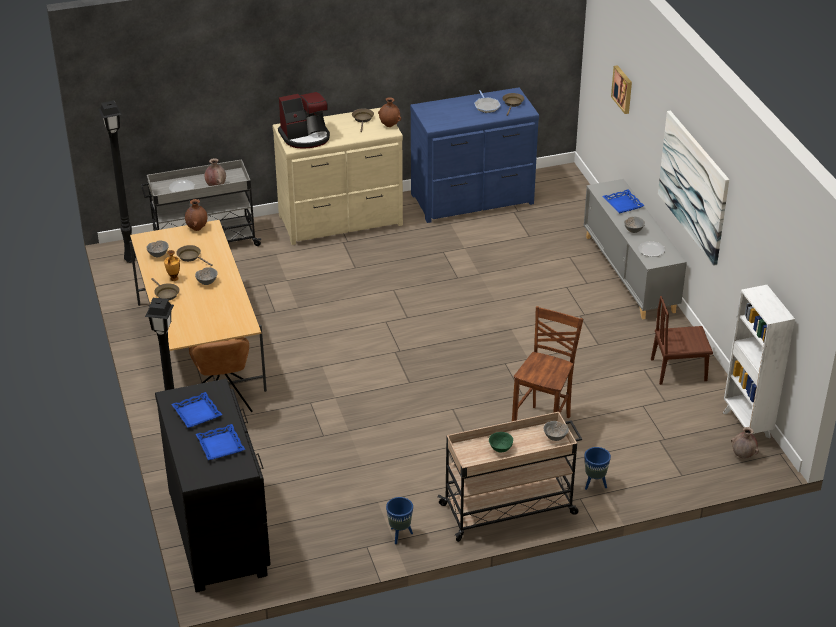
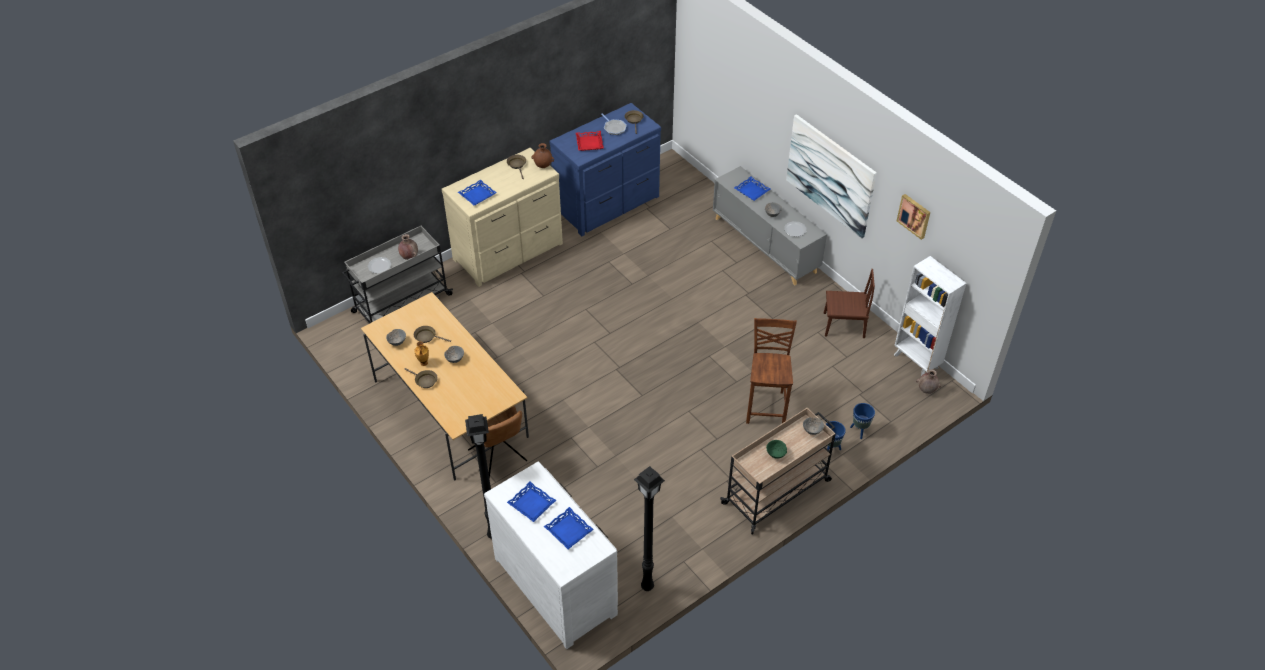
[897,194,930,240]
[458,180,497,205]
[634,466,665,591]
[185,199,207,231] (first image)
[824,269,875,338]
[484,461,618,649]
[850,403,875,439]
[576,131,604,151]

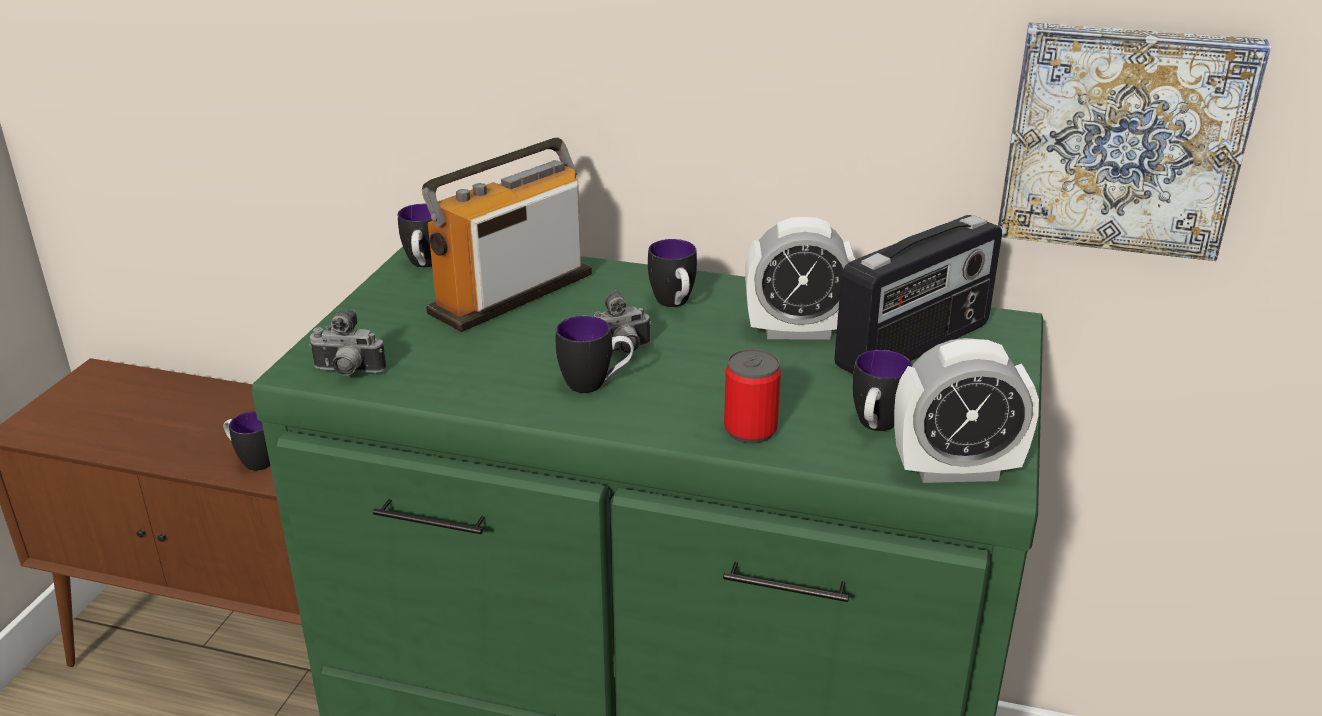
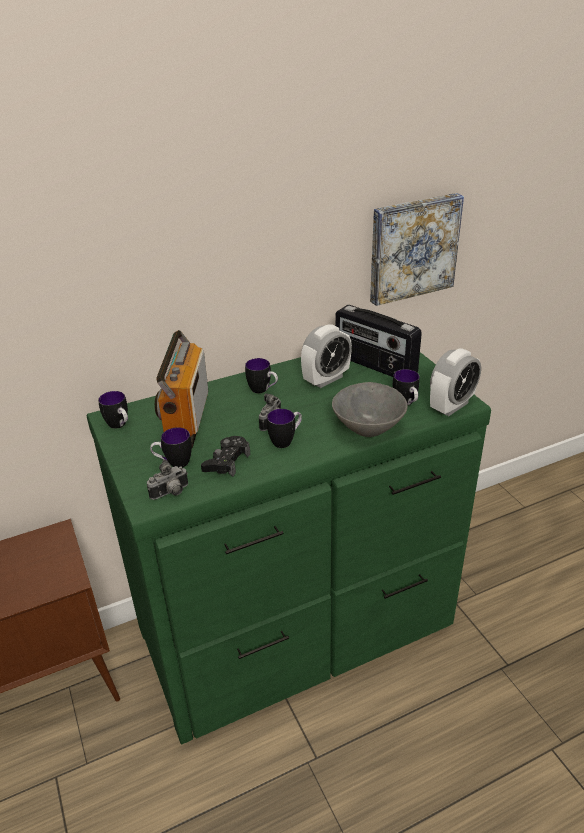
[335,305,422,377]
[332,382,408,437]
[150,427,192,468]
[201,436,250,477]

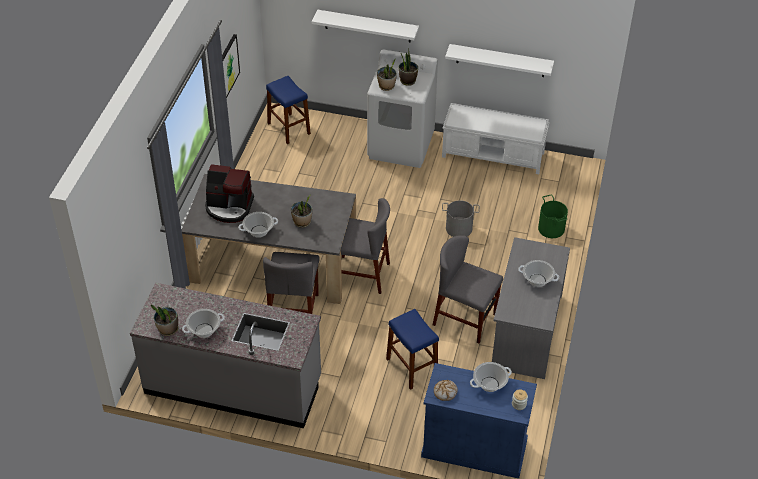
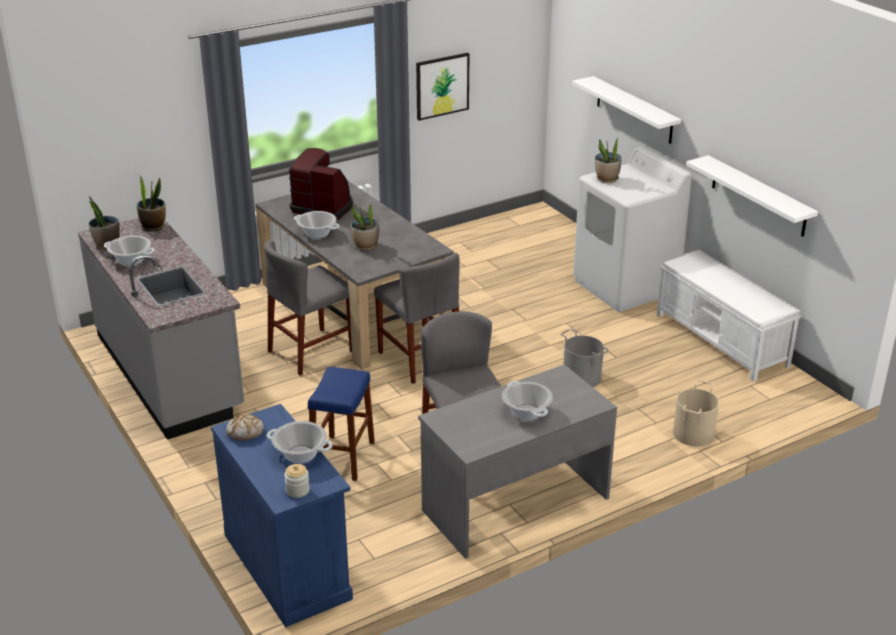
[137,174,166,231]
[266,76,311,144] (first image)
[289,148,353,221]
[673,380,719,446]

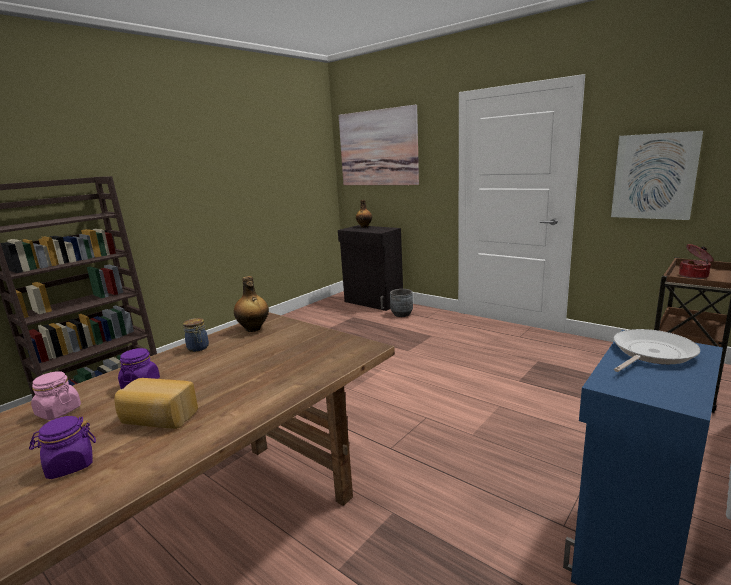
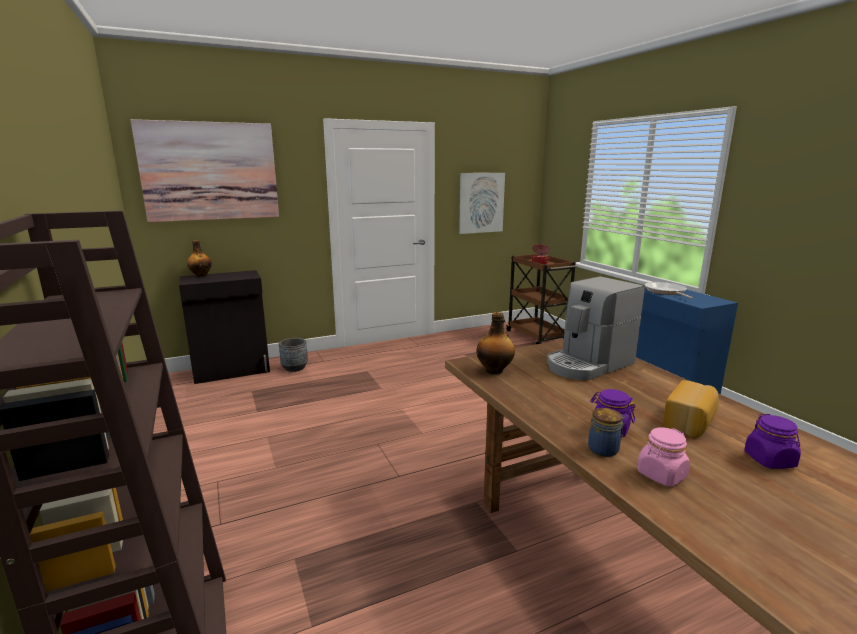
[588,408,625,457]
[547,276,645,380]

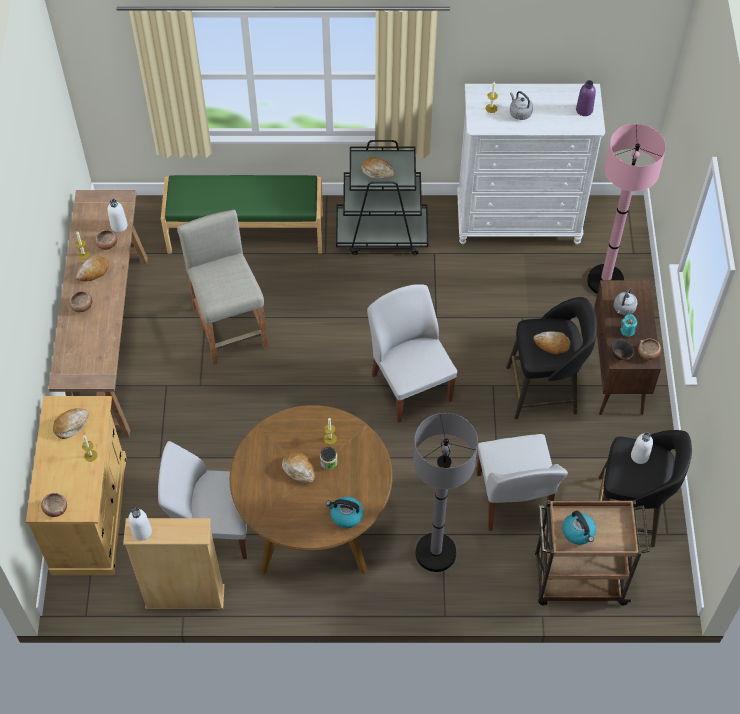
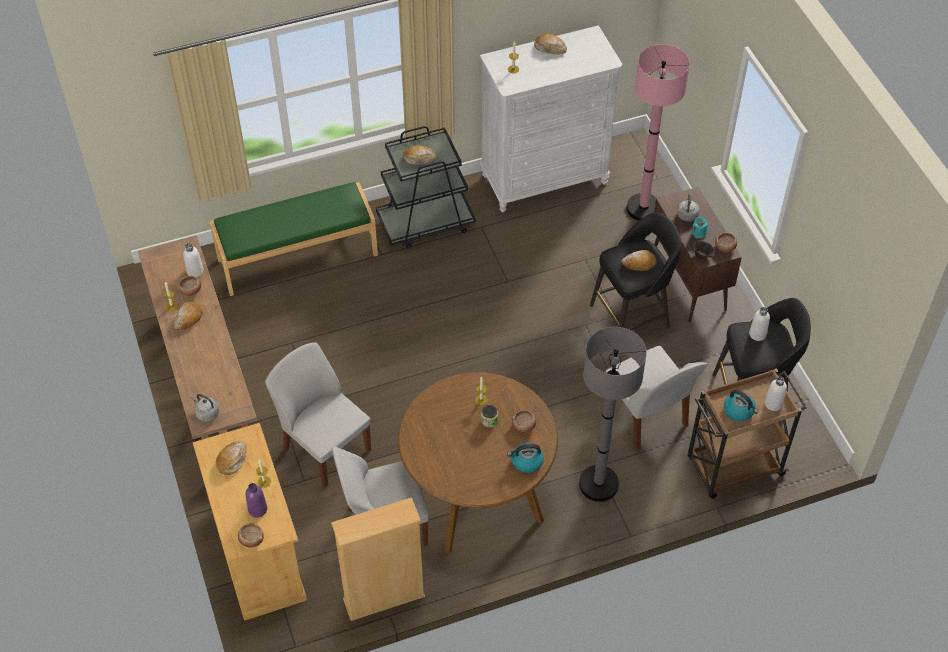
[245,483,267,518]
[190,394,219,422]
[177,210,268,364] (first image)
[265,343,371,488]
[512,410,536,433]
[534,34,567,54]
[765,377,787,411]

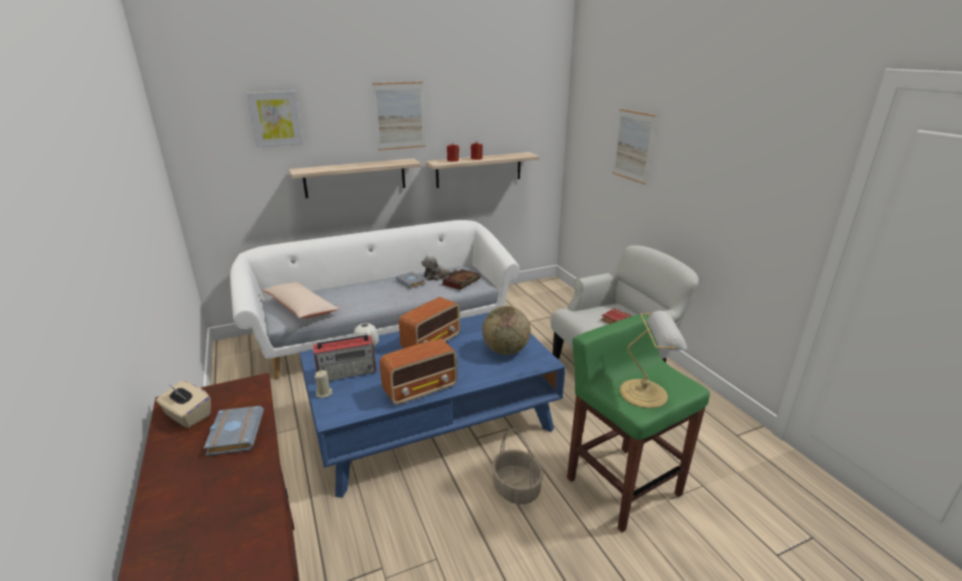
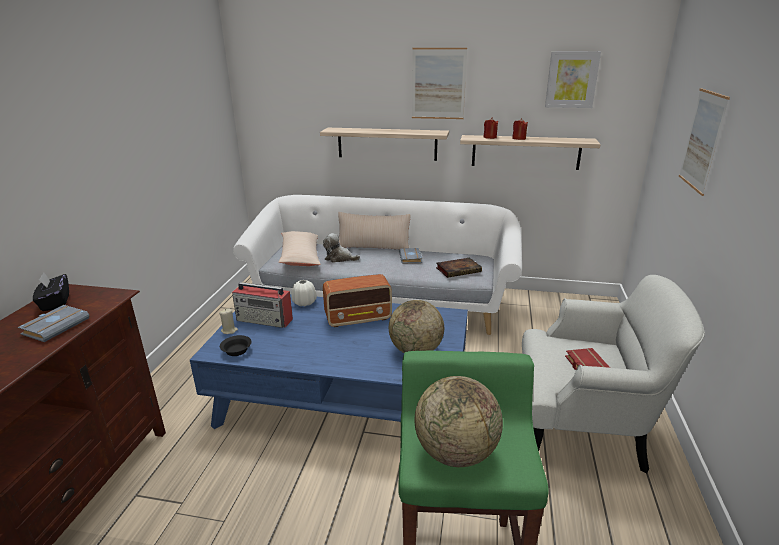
[545,51,601,108]
[323,233,360,262]
[415,376,503,467]
[380,338,457,405] (first image)
[33,272,69,311]
[492,428,544,504] (first image)
[338,212,411,250]
[220,335,252,356]

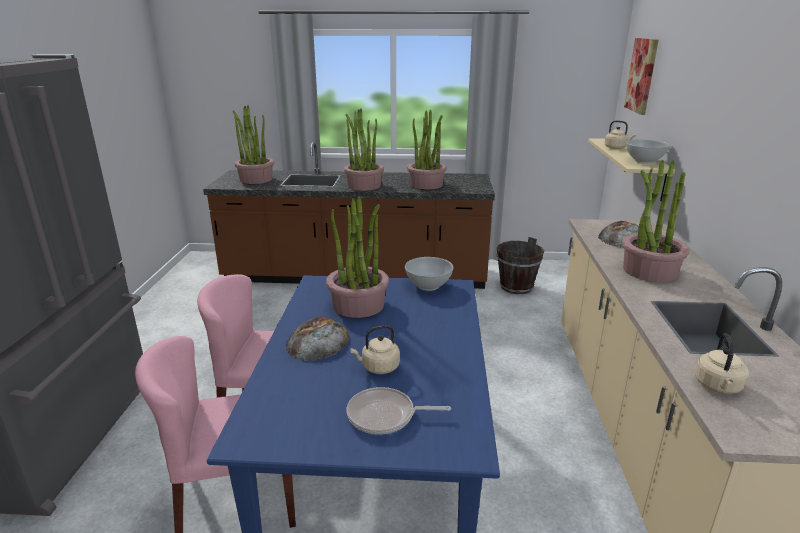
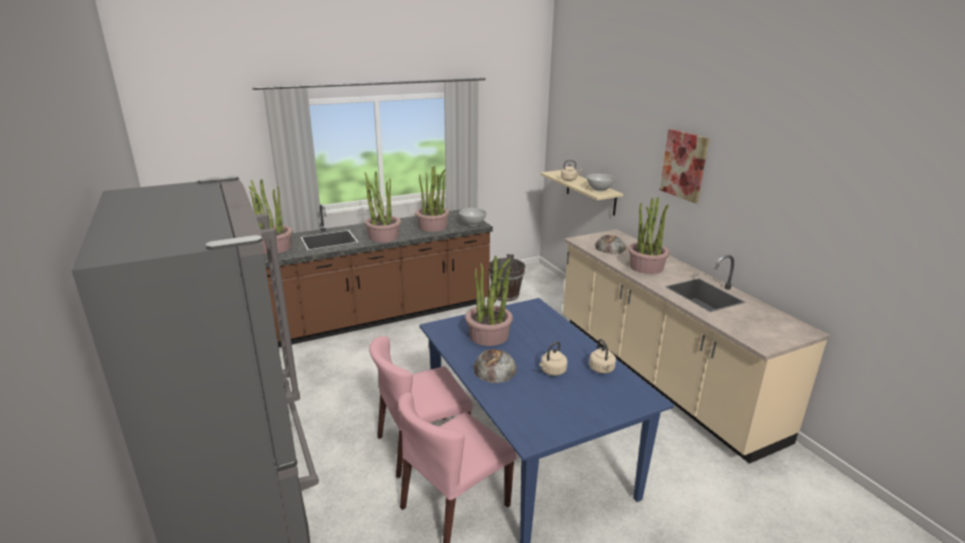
[660,129,709,203]
[459,208,487,226]
[589,339,616,374]
[346,387,451,435] (first image)

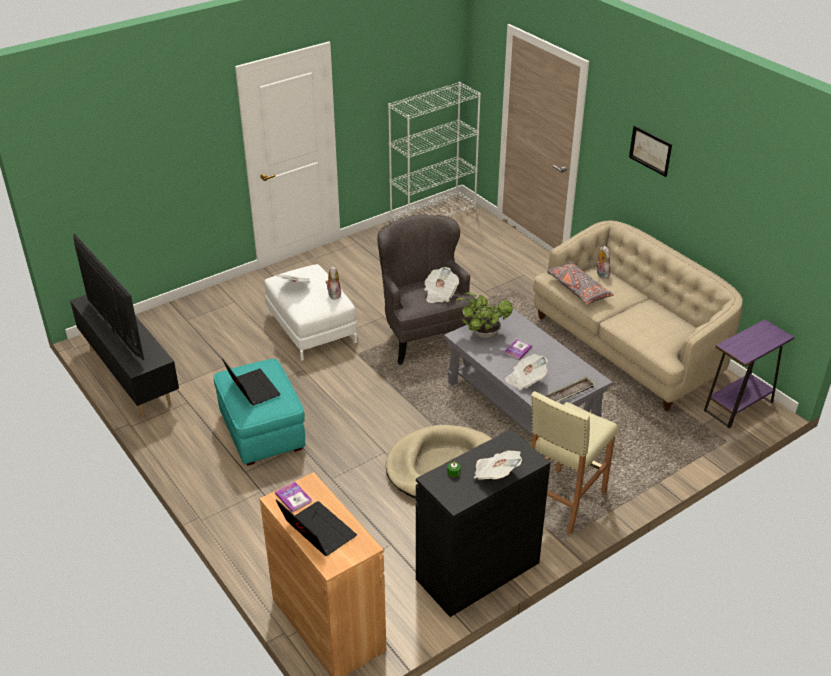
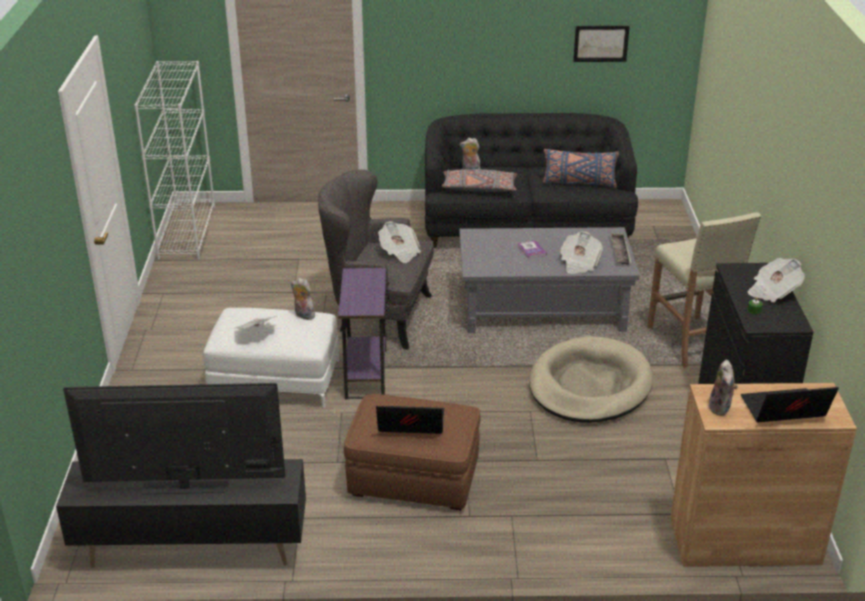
[573,26,630,62]
[425,113,638,248]
[455,292,513,339] (first image)
[338,268,386,399]
[344,394,481,510]
[708,360,738,416]
[543,149,619,188]

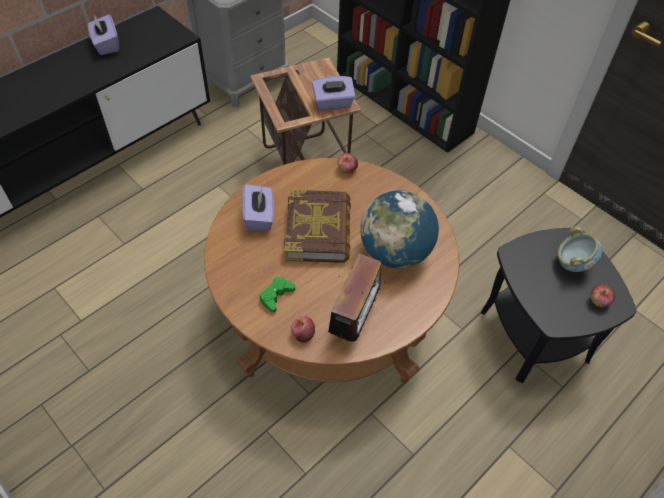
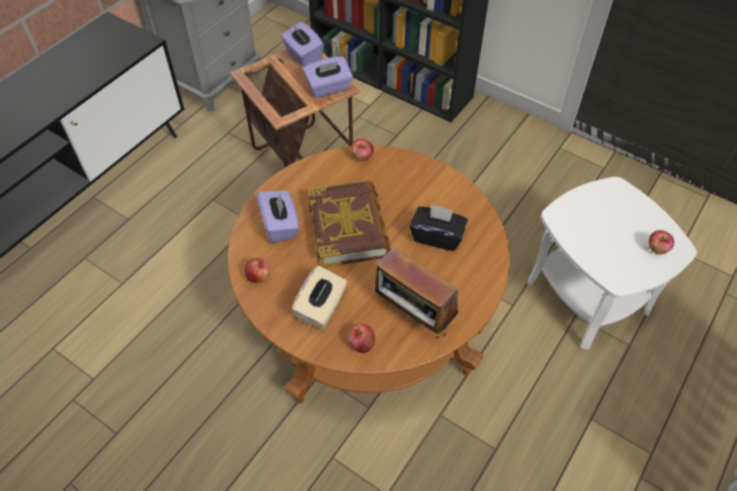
[281,22,324,67]
[410,204,468,251]
[558,227,603,272] (first image)
[527,177,697,350]
[375,247,459,338]
[292,265,347,329]
[245,258,270,283]

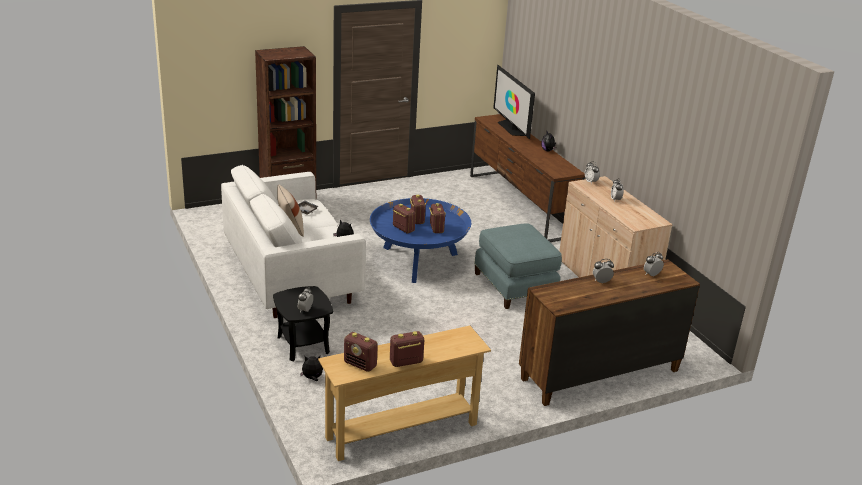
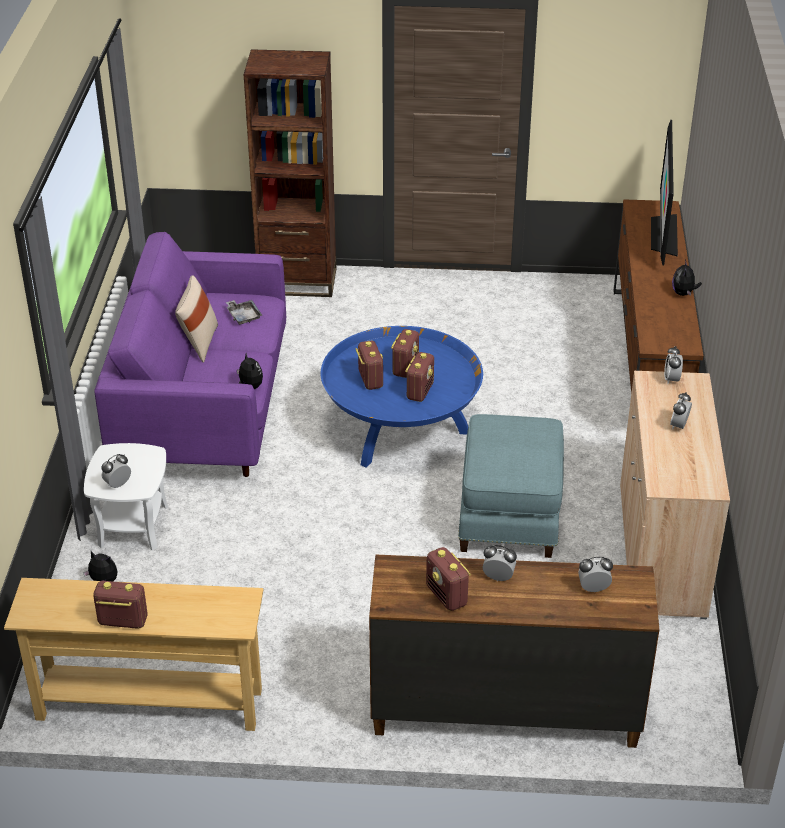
[94,232,286,477]
[84,443,168,551]
[426,547,471,611]

